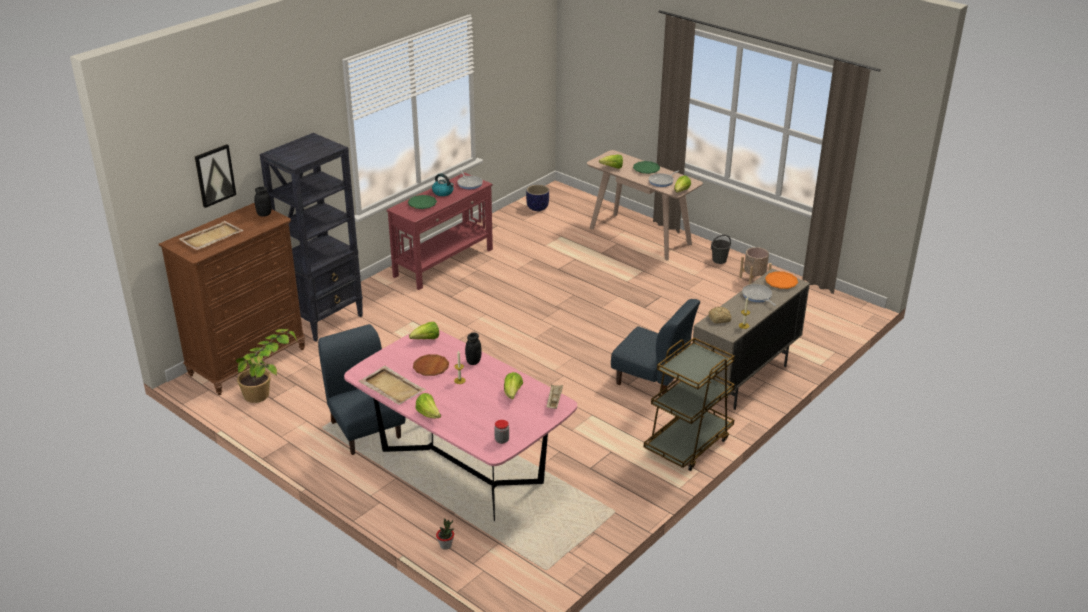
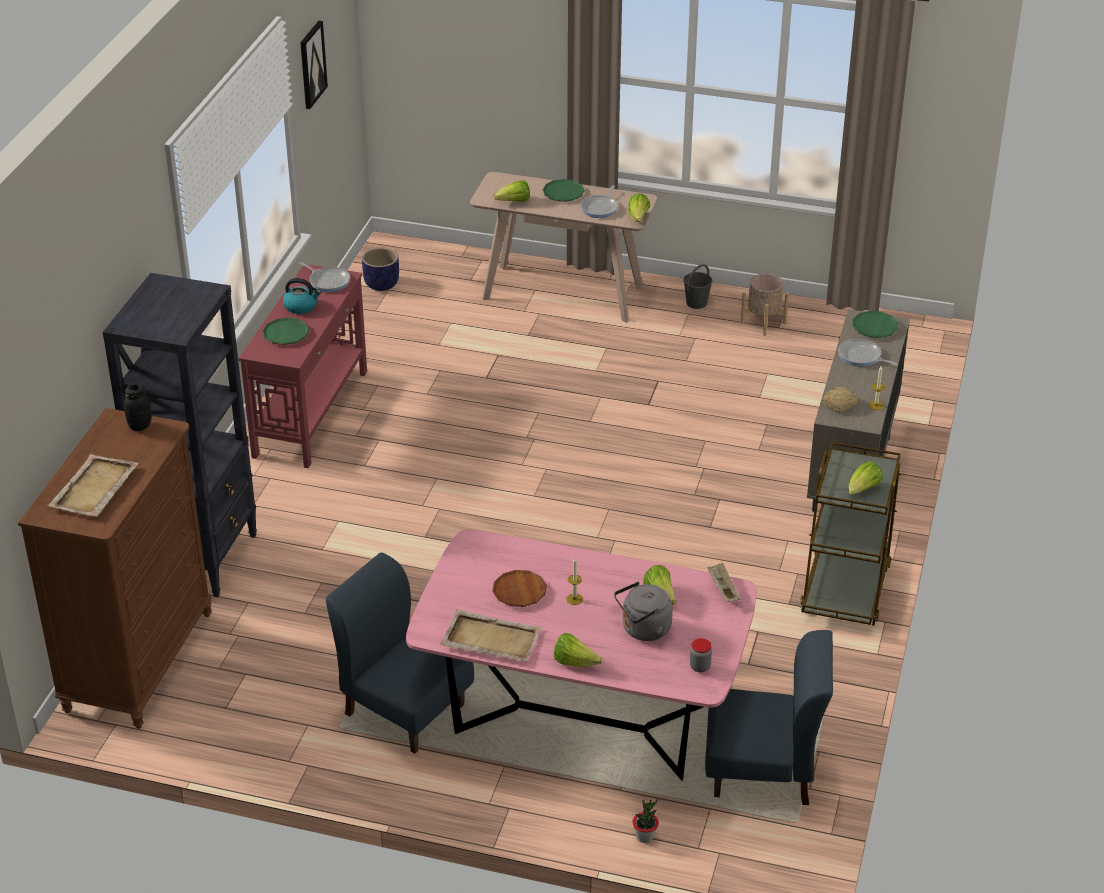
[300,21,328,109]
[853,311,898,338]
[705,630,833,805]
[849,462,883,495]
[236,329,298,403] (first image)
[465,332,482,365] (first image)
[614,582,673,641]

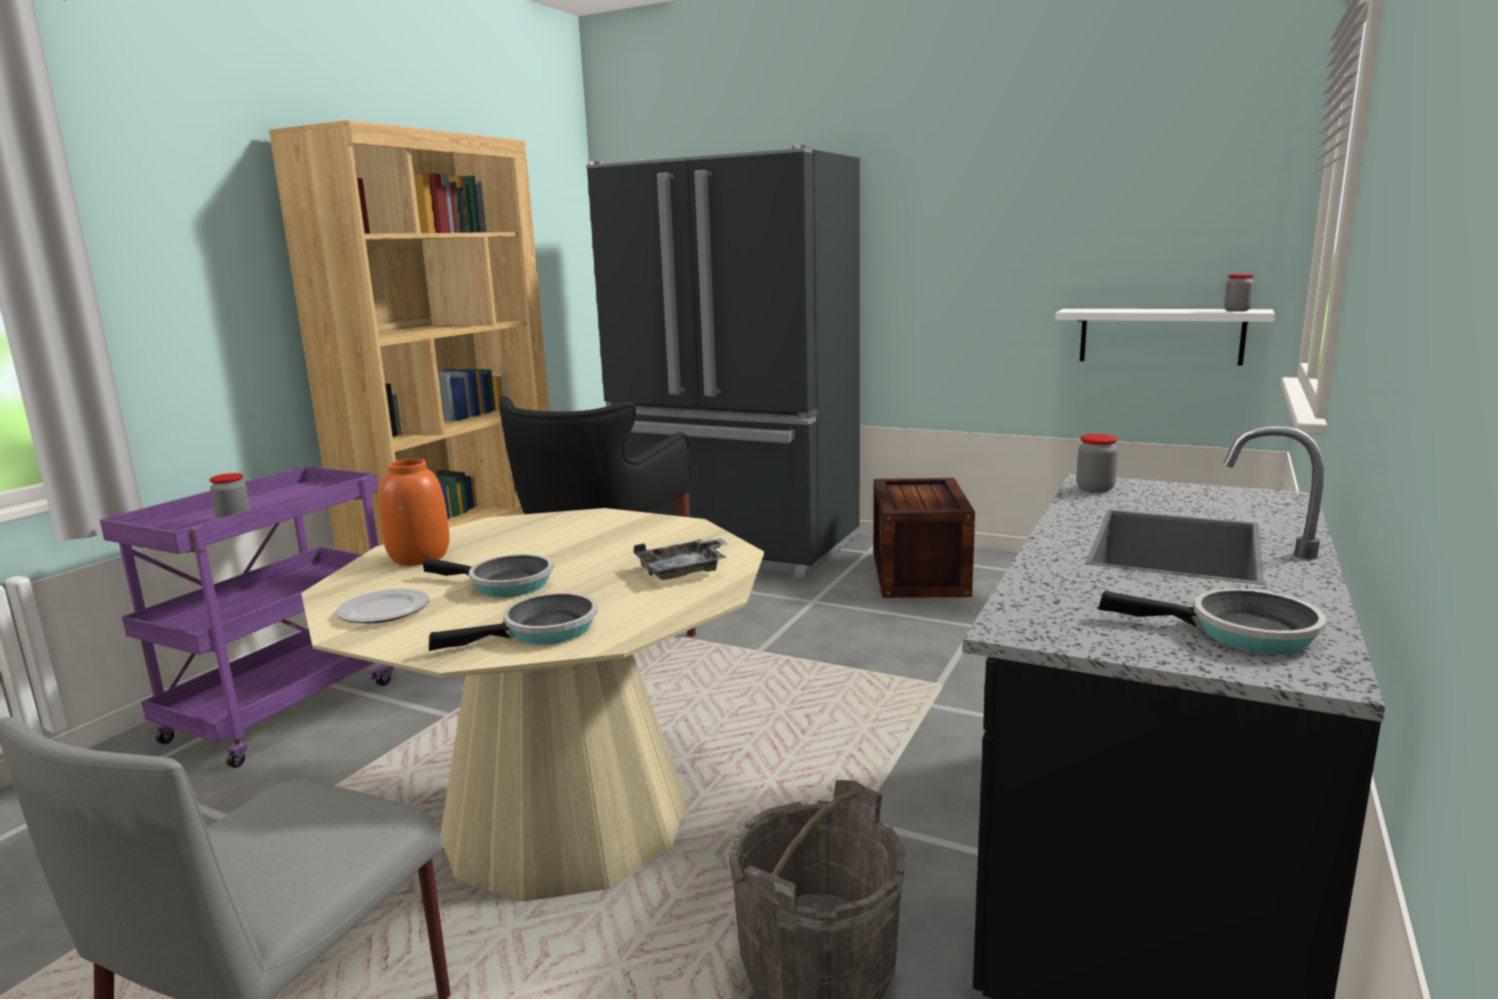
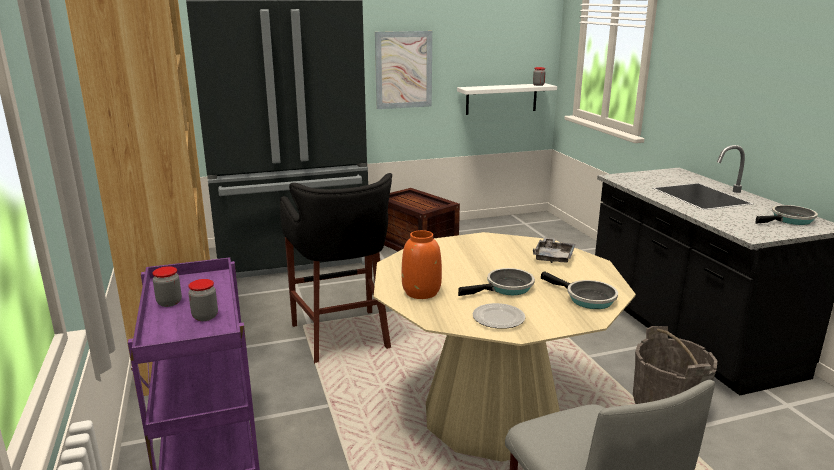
[152,266,182,307]
[541,271,618,309]
[375,31,432,109]

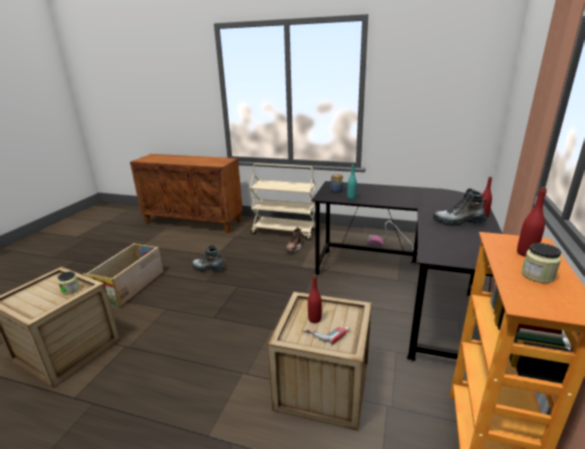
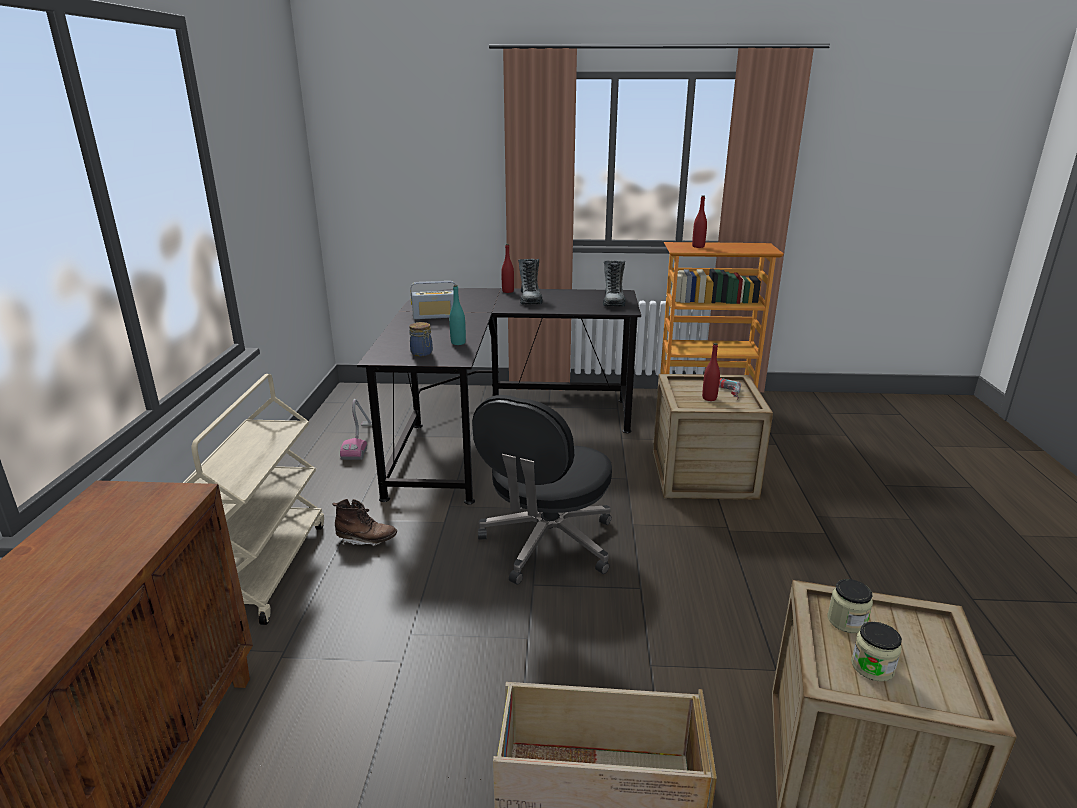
[851,622,902,682]
[603,261,626,307]
[410,281,456,319]
[472,395,612,585]

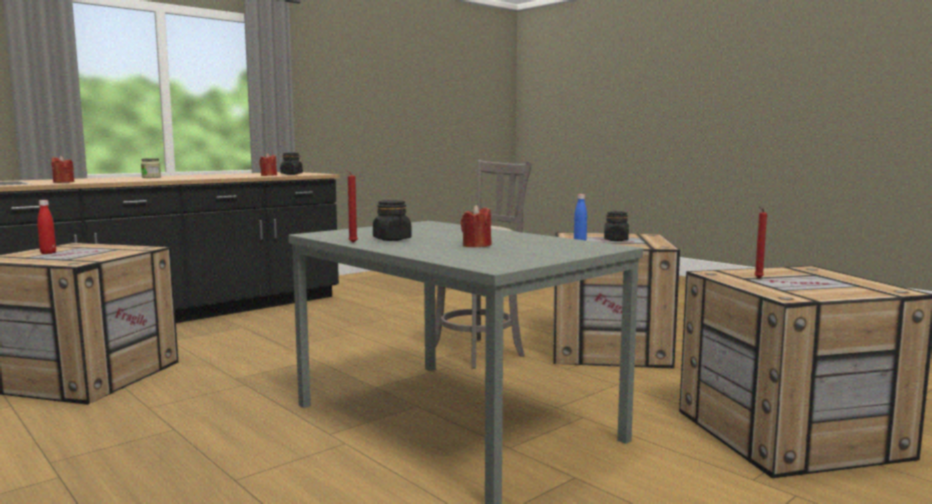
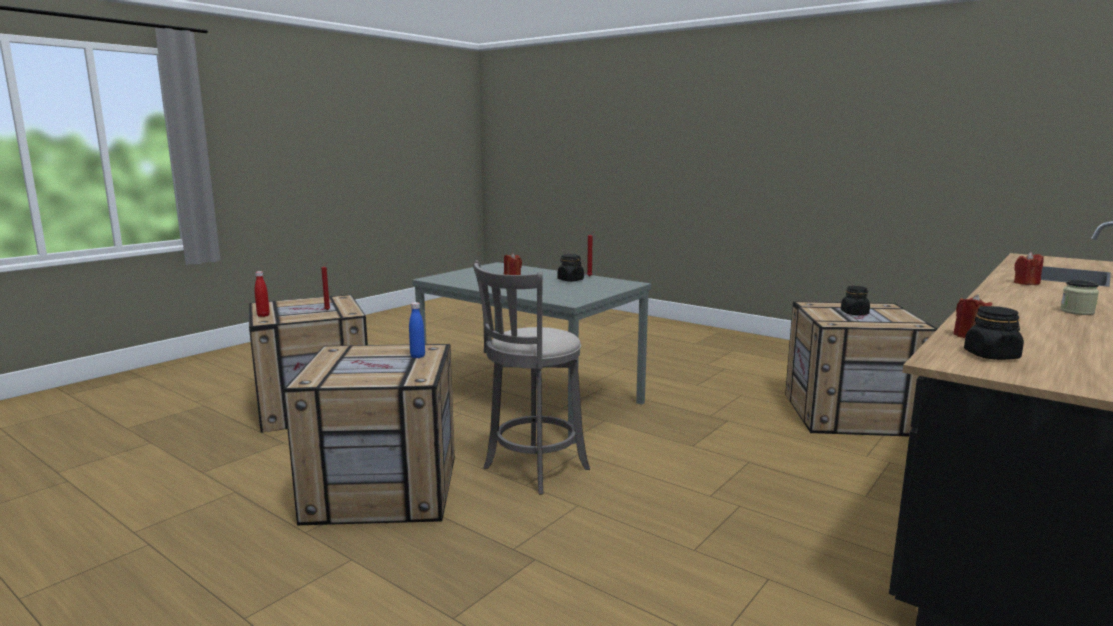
[255,271,270,317]
[841,286,870,315]

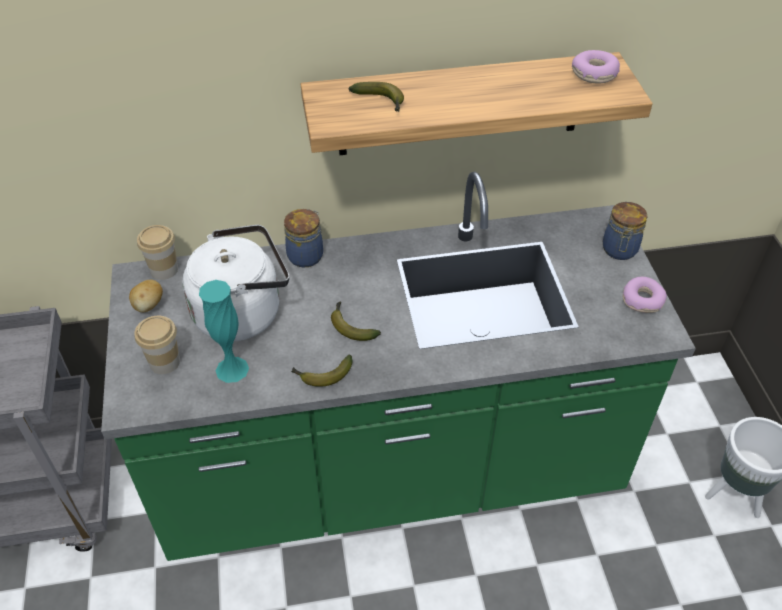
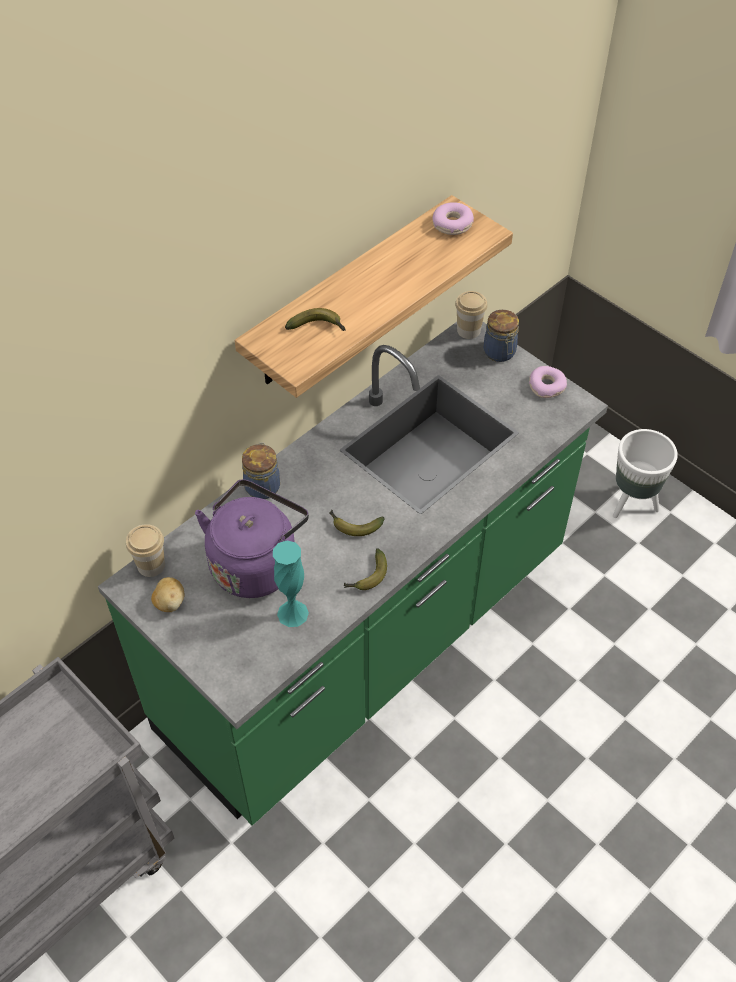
[195,479,309,598]
[455,291,488,339]

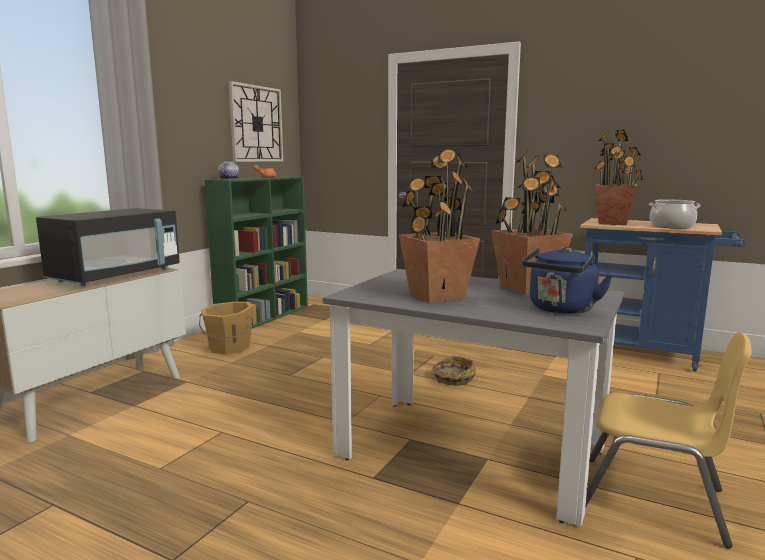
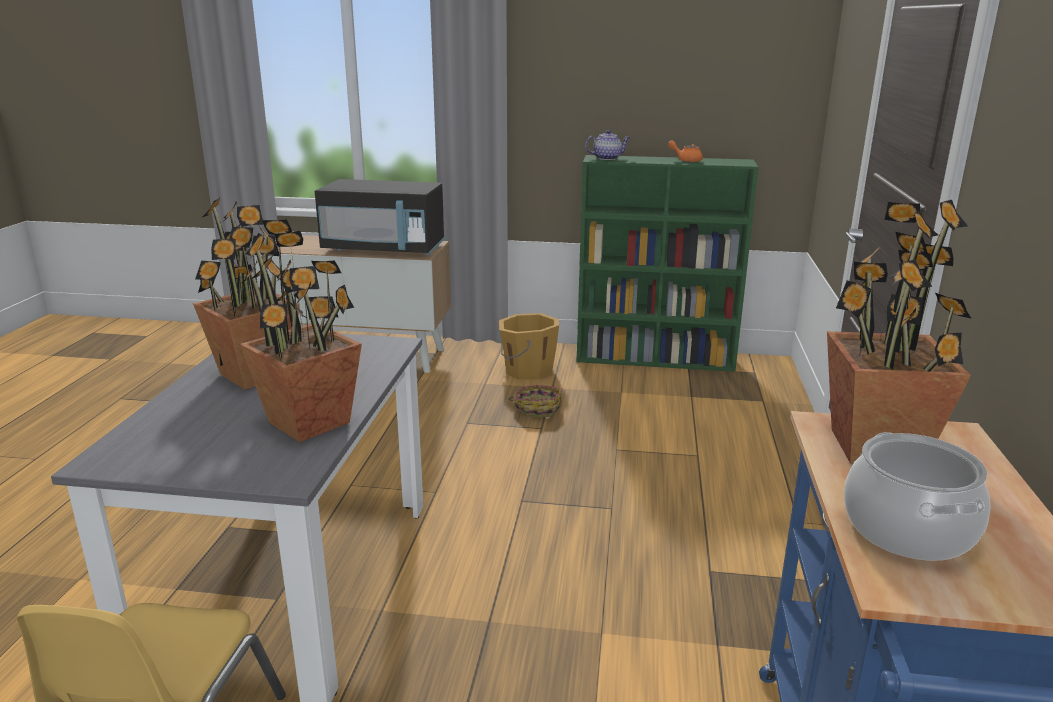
[228,81,283,162] (first image)
[522,247,613,314] (first image)
[508,385,562,418]

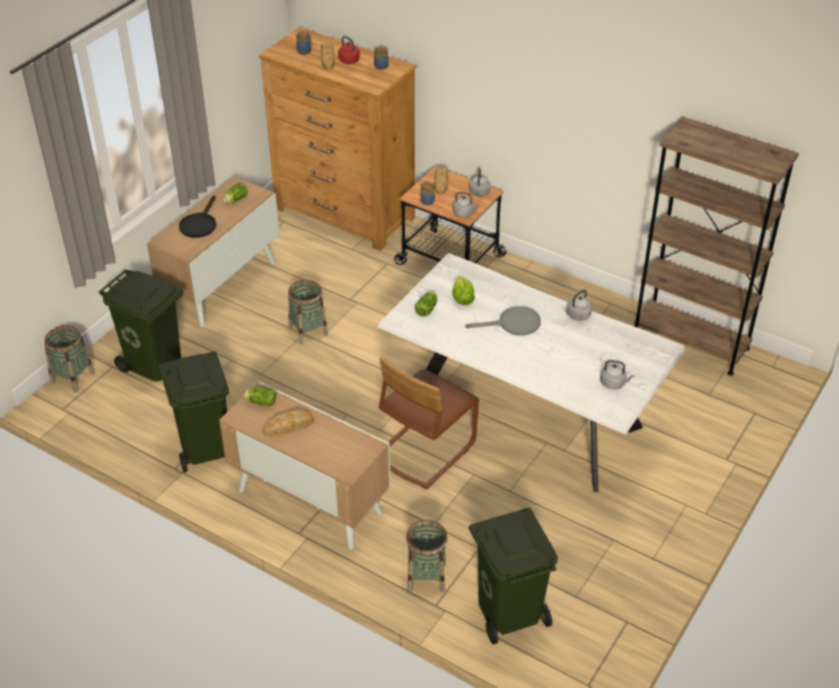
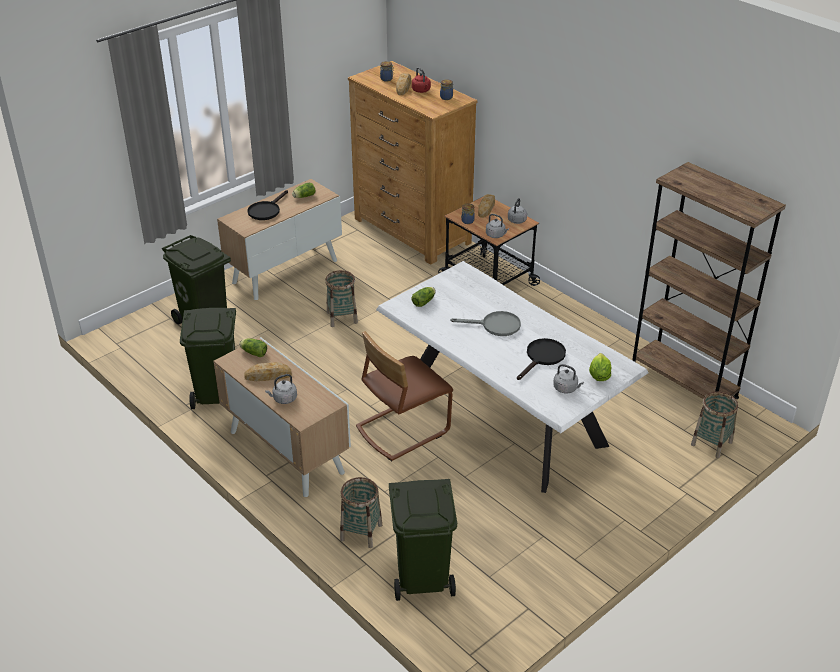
[589,353,611,381]
[265,374,297,404]
[691,391,738,458]
[517,338,566,380]

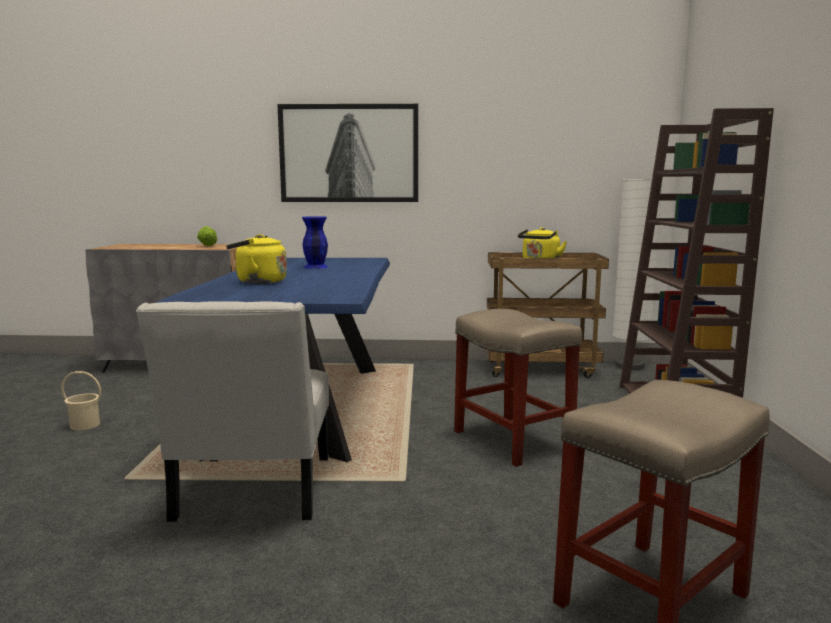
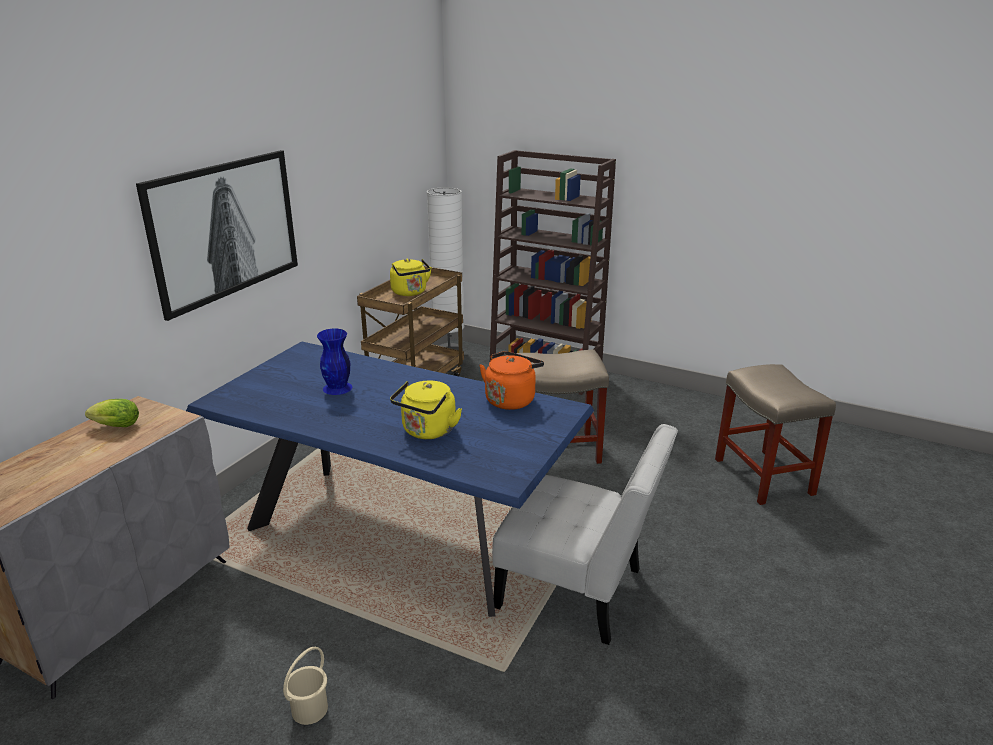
[479,351,544,410]

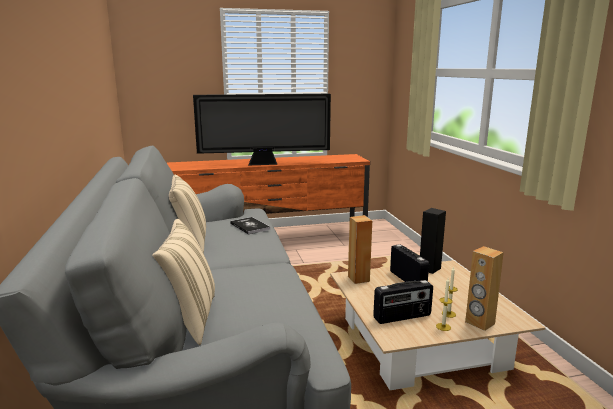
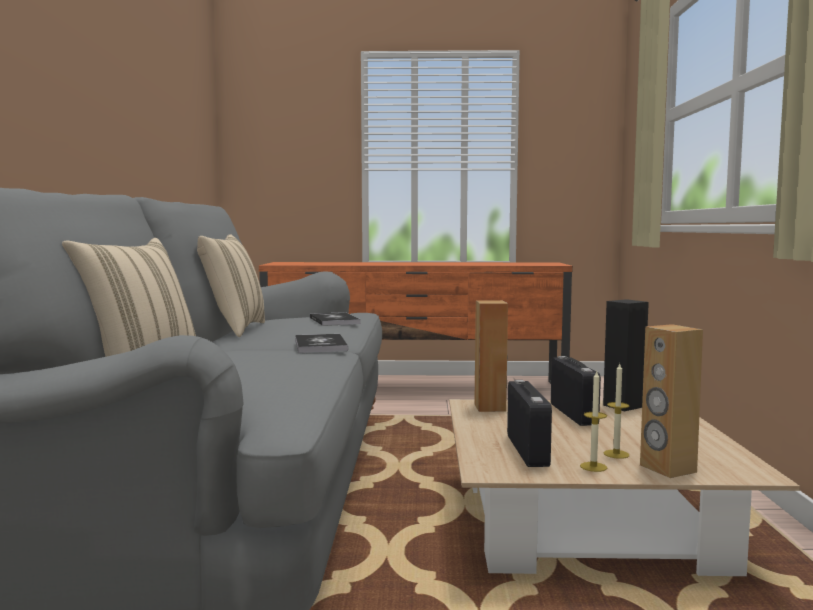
[193,94,331,165] (first image)
[507,380,552,467]
[295,334,348,353]

